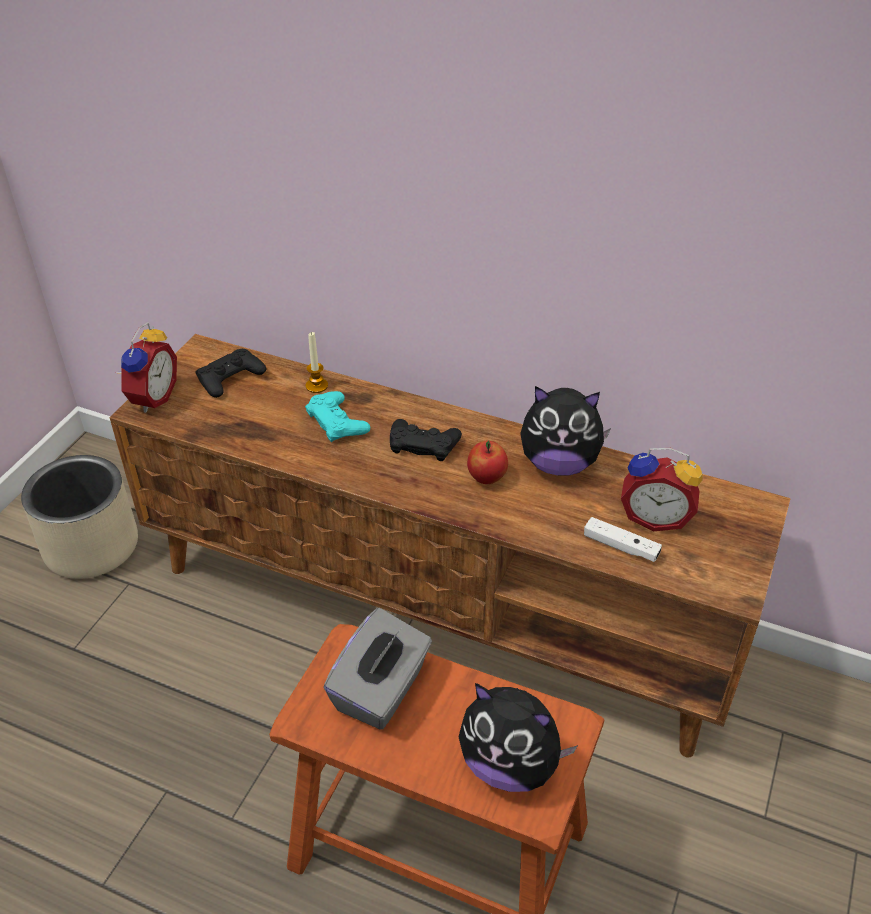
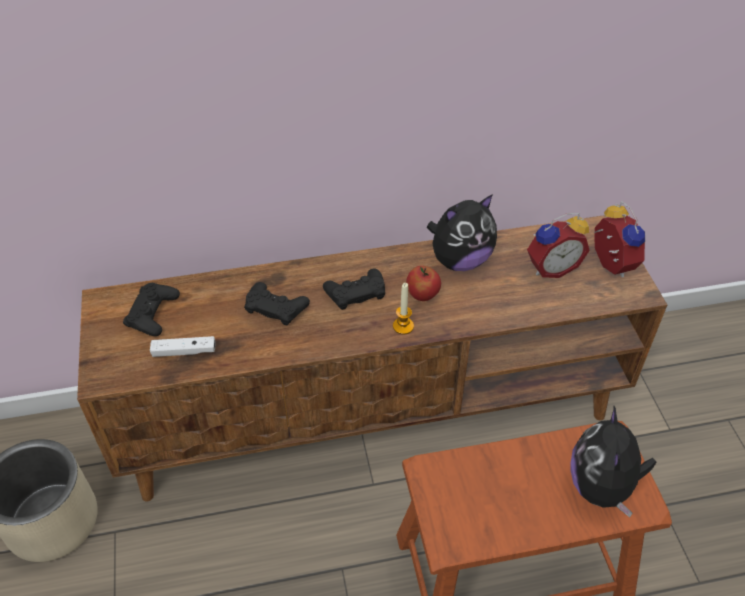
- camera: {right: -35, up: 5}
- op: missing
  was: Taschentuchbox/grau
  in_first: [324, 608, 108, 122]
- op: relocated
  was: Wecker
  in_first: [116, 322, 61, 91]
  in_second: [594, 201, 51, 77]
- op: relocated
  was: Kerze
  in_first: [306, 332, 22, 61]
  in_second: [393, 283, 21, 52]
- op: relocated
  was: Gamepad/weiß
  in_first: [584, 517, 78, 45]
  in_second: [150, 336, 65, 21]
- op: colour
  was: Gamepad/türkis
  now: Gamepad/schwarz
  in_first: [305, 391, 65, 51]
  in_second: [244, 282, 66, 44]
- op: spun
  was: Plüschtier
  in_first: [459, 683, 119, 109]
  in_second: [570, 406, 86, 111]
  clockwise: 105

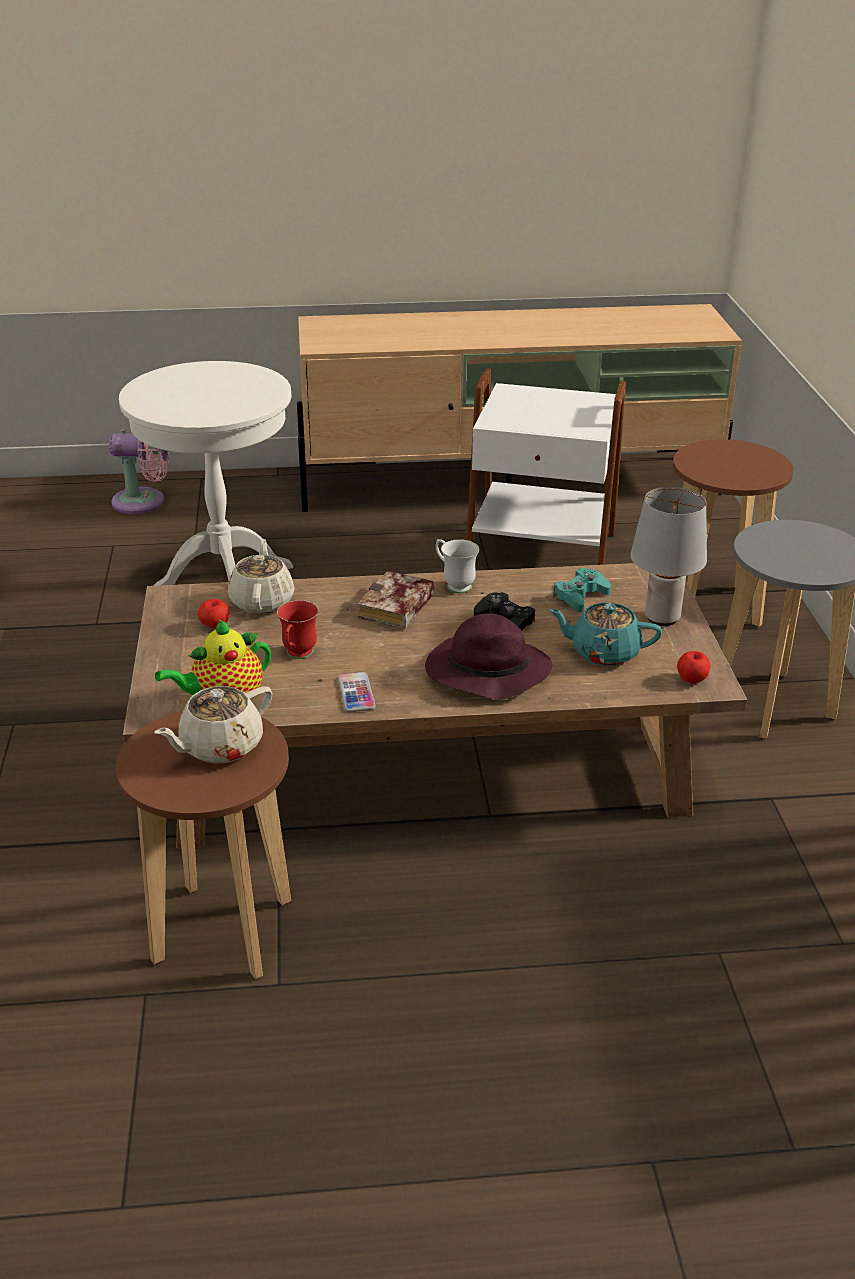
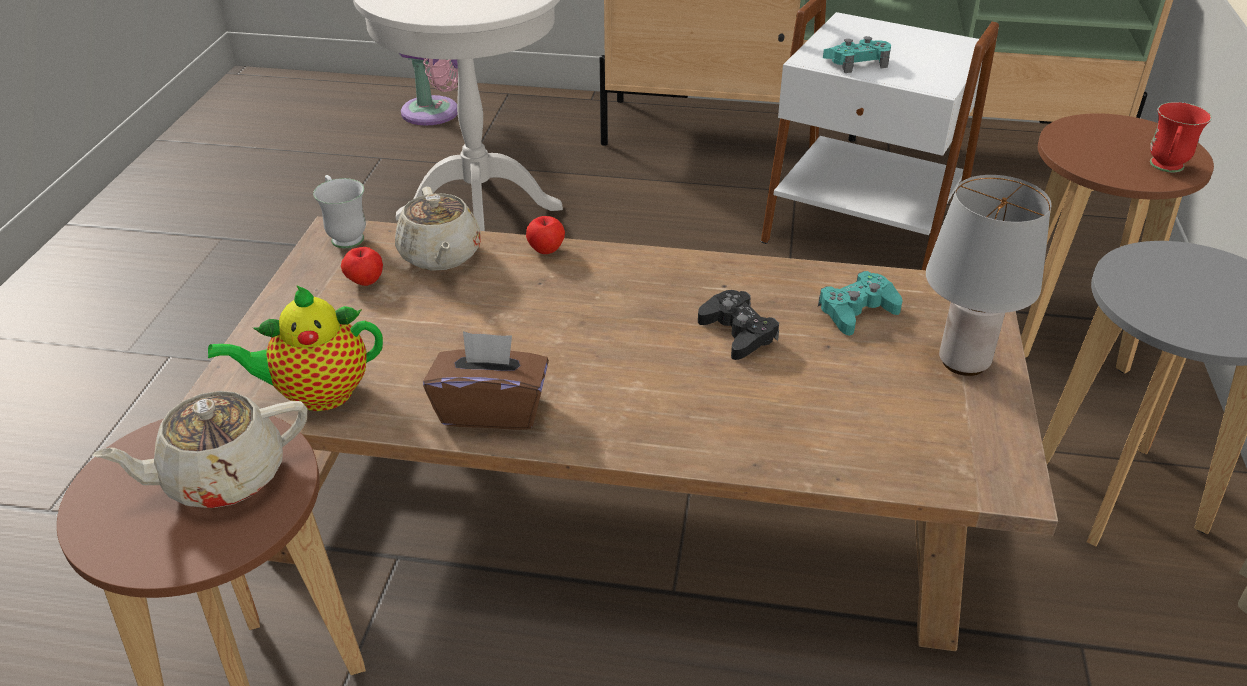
- camera: {right: 15, up: 5}
- op: missing
  was: Buch
  in_first: [357, 571, 78, 58]
- op: missing
  was: Hut/lila
  in_first: [425, 613, 127, 87]
- op: missing
  was: Teekanne/türkis
  in_first: [548, 603, 114, 63]
- op: appeared
  now: Gamepad/türkis
  in_second: [823, 36, 68, 37]
- op: relocated
  was: Henkelbecher/rot
  in_first: [277, 600, 42, 59]
  in_second: [1150, 102, 62, 70]
- op: relocated
  was: Henkelbecher/weiß
  in_first: [436, 539, 43, 54]
  in_second: [313, 175, 53, 73]
- op: relocated
  was: Apfel
  in_first: [677, 651, 34, 33]
  in_second: [526, 216, 39, 38]
- op: exchanged
  was: Handy
  now: Taschentuchbox/braun
  in_first: [338, 672, 38, 40]
  in_second: [423, 331, 126, 99]
- op: spun
  was: Teekanne/beige
  in_first: [228, 539, 67, 75]
  in_second: [395, 187, 86, 84]
  clockwise: 150

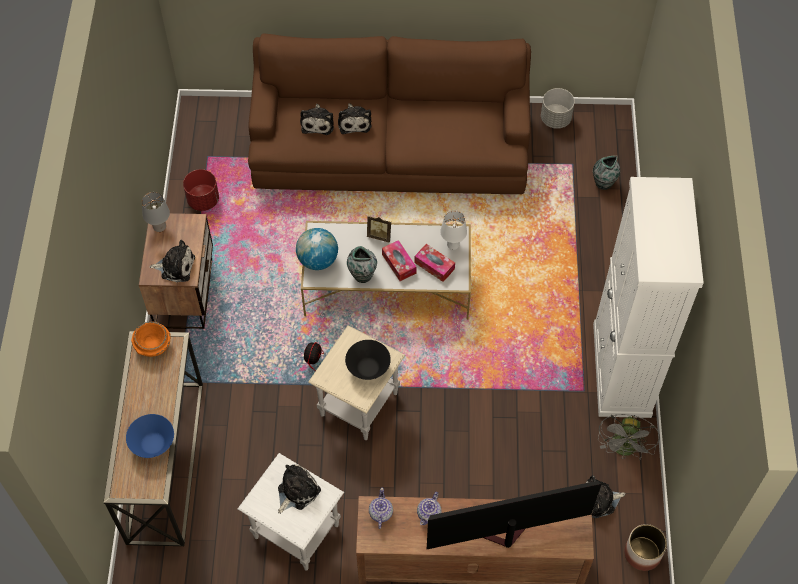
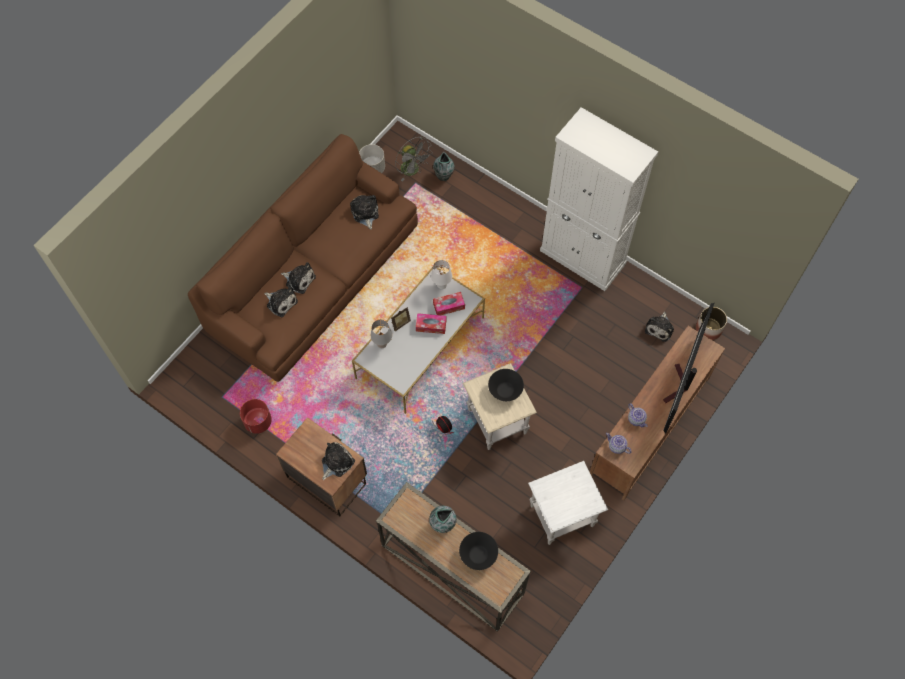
- camera: {right: -55, up: 5}
- op: missing
  was: Schüssel/orange
  in_first: [131, 322, 40, 35]
- op: missing
  was: Globus
  in_first: [296, 228, 42, 42]
- op: relocated
  was: Tischlampe/grau
  in_first: [142, 192, 28, 40]
  in_second: [371, 320, 21, 28]
- op: relocated
  was: Plüschtier
  in_first: [278, 464, 43, 50]
  in_second: [350, 195, 29, 34]
- op: relocated
  was: Vase
  in_first: [347, 246, 30, 37]
  in_second: [429, 506, 28, 27]
- op: relocated
  was: Ventilator/grau
  in_first: [598, 414, 62, 46]
  in_second: [395, 136, 37, 46]
- op: colour
  was: Schüssel/blau
  now: Schüssel/schwarz
  in_first: [126, 414, 48, 44]
  in_second: [459, 532, 39, 38]

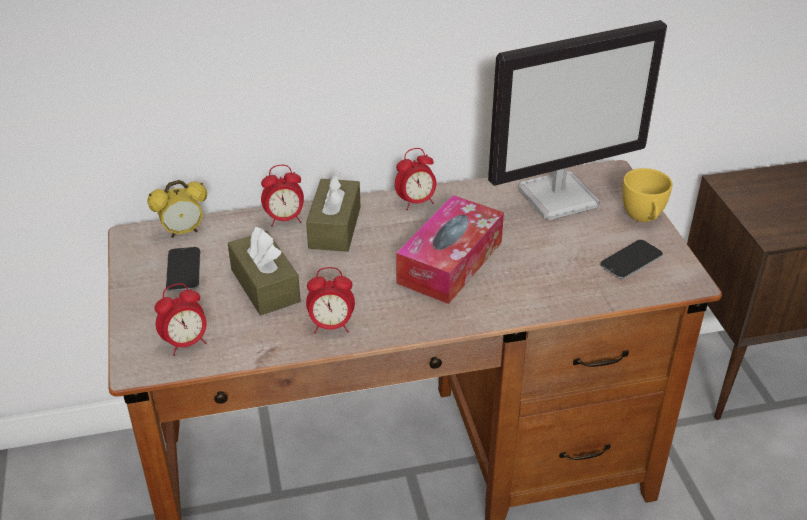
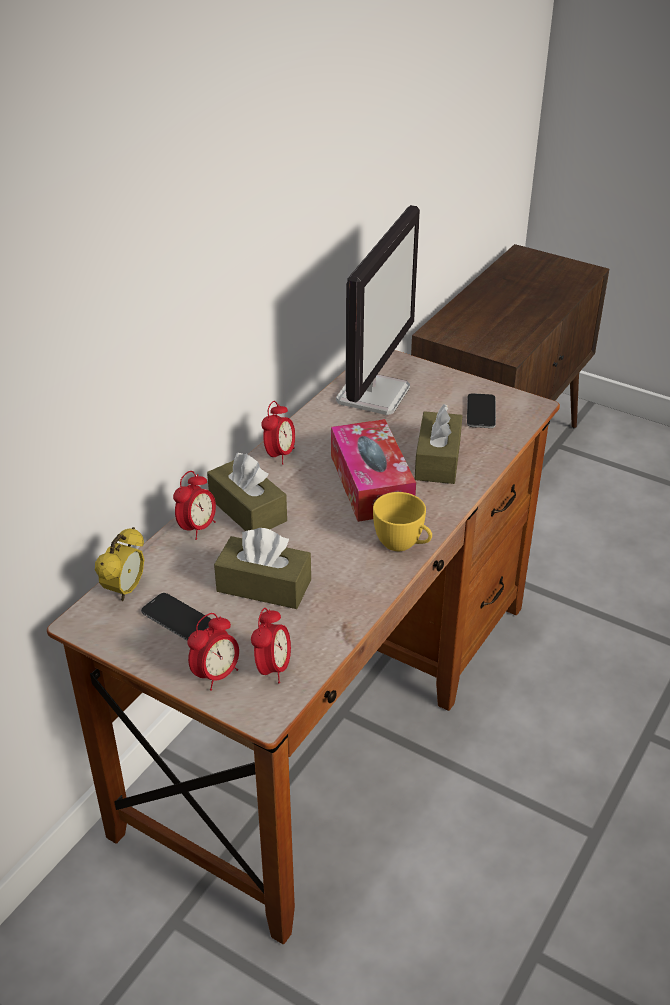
- camera: {right: -45, up: 0}
- op: appeared
  now: Taschentuchbox/braun
  in_second: [415, 404, 47, 80]
- op: relocated
  was: Wecker
  in_first: [306, 267, 49, 67]
  in_second: [187, 613, 52, 78]
- op: relocated
  was: Tasse/gelb
  in_first: [622, 168, 51, 54]
  in_second: [373, 492, 59, 59]

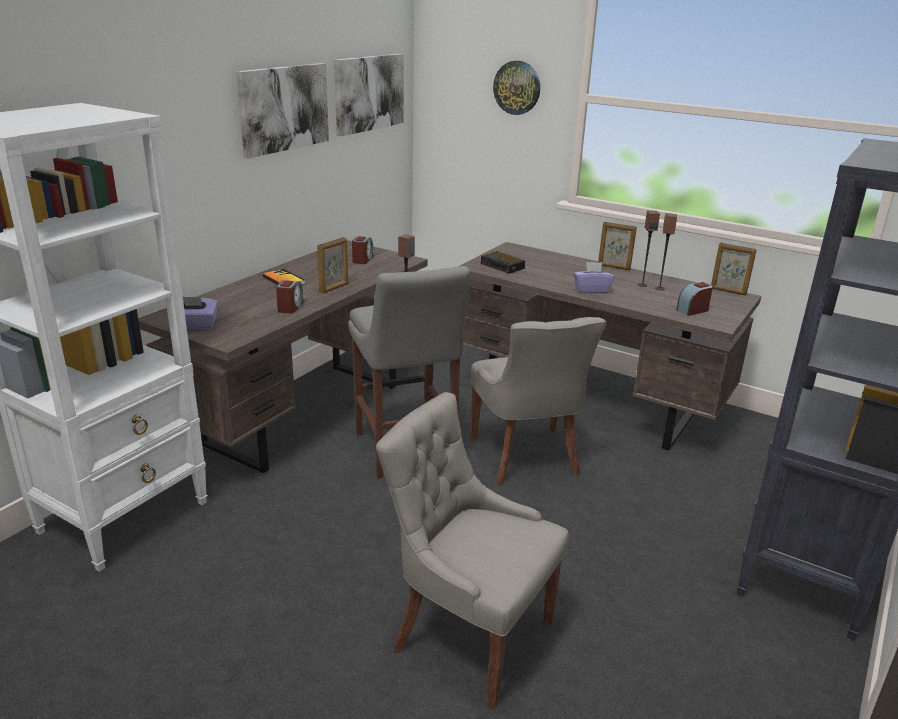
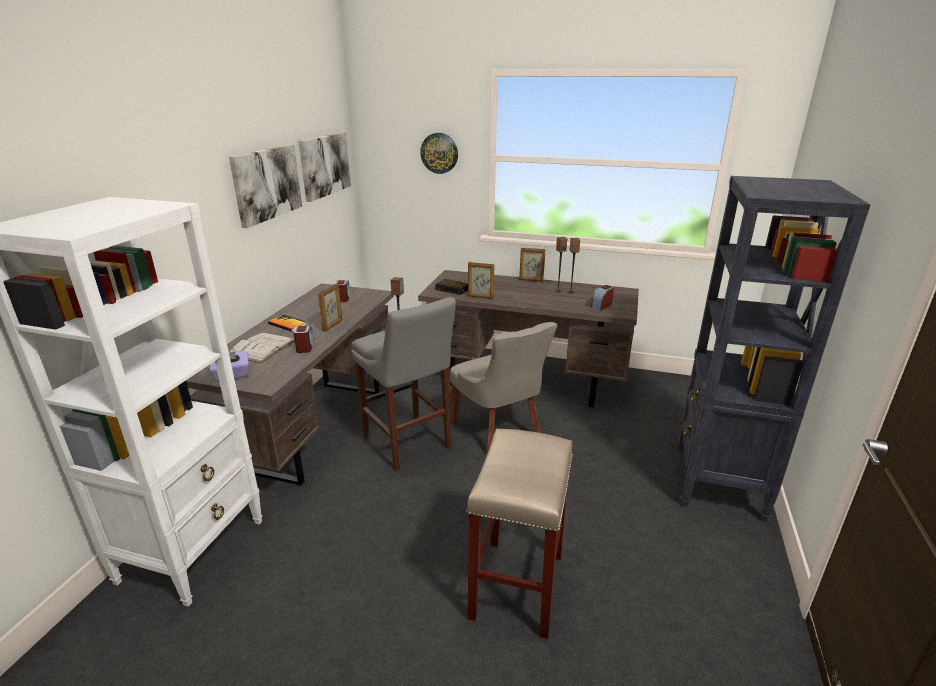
- camera: {right: -15, up: 0}
- op: missing
  was: Taschentuchbox/lila
  in_first: [574, 262, 40, 32]
- op: appeared
  now: Buch/weiß
  in_second: [229, 332, 66, 31]
- op: relocated
  was: Bilderrahmen
  in_first: [711, 243, 46, 53]
  in_second: [468, 262, 26, 37]
- op: exchanged
  was: Stuhl/grau
  now: Hocker/beige
  in_first: [376, 392, 193, 317]
  in_second: [466, 428, 107, 211]

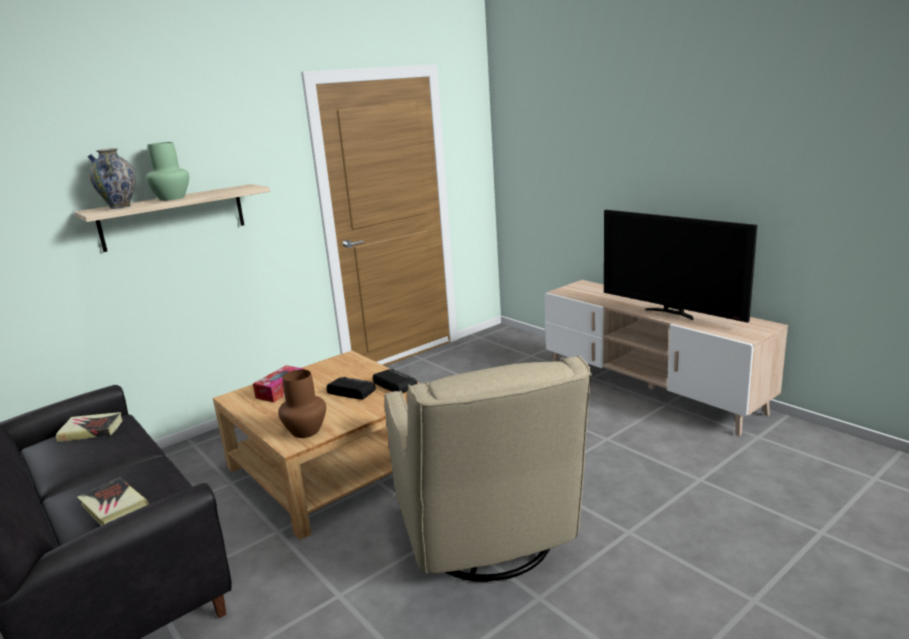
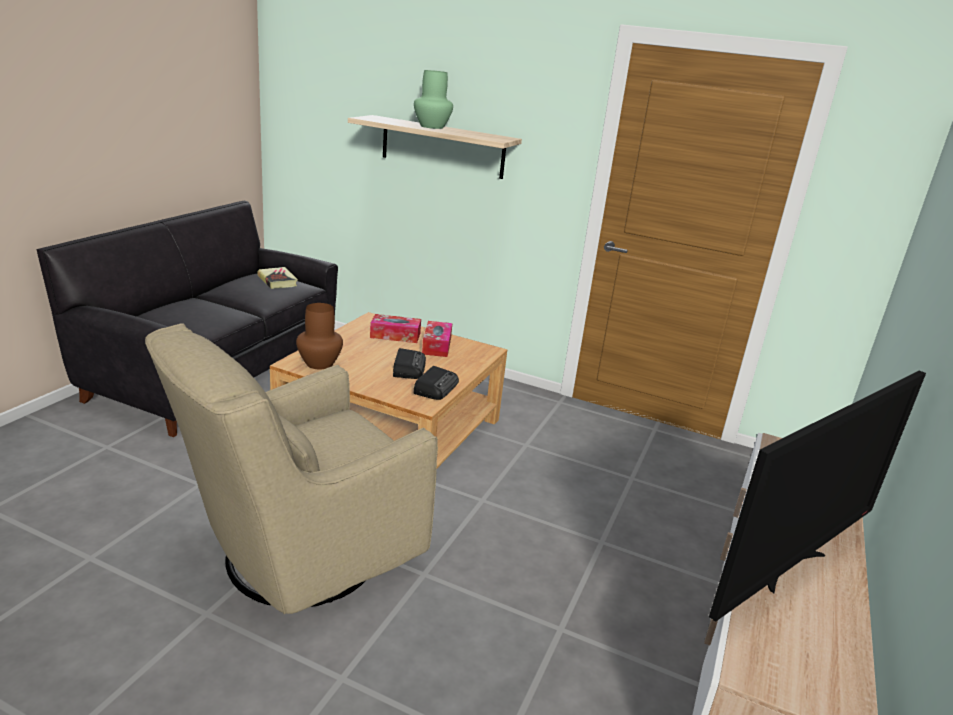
- camera: {right: 60, up: 5}
- op: missing
  was: Buch
  in_first: [77, 477, 72, 49]
- op: missing
  was: Vase
  in_first: [88, 148, 47, 61]
- op: appeared
  now: Taschentuchbox
  in_second: [422, 321, 30, 36]
- op: spun
  was: Fernseher
  in_first: [604, 210, 153, 113]
  in_second: [709, 371, 217, 251]
  clockwise: -150

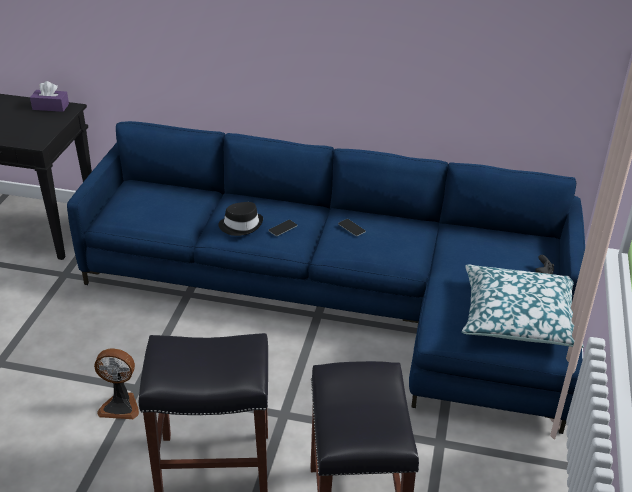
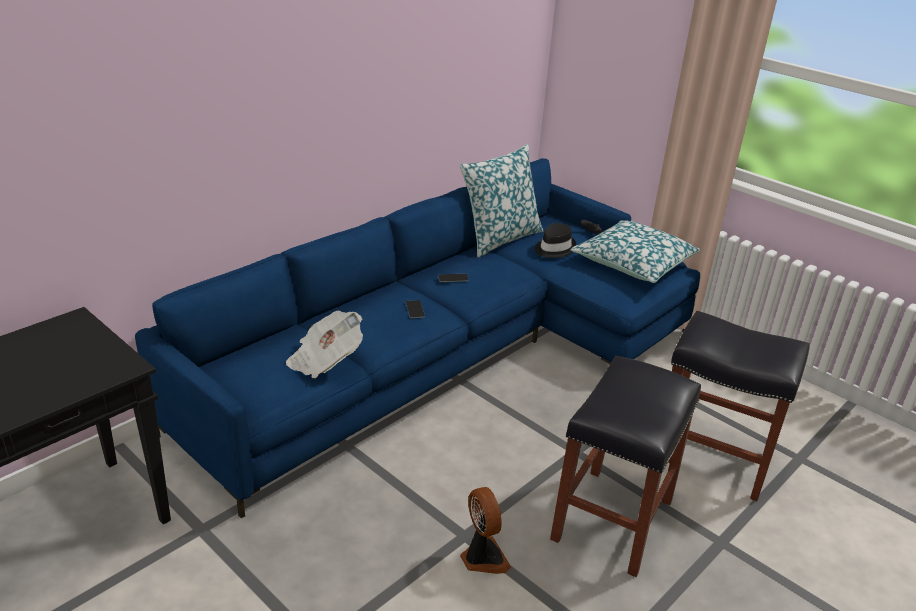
- camera: {right: -60, up: -5}
- op: missing
  was: Taschentuchbox/lila
  in_first: [30, 81, 39, 31]
- op: appeared
  now: Zeitung
  in_second: [286, 311, 77, 67]
- op: appeared
  now: Kissen
  in_second: [460, 144, 83, 114]
- op: relocated
  was: Hut/schwarz
  in_first: [218, 202, 45, 34]
  in_second: [535, 223, 41, 35]
- op: spun
  was: Ventilator
  in_first: [94, 348, 45, 71]
  in_second: [460, 487, 51, 87]
  clockwise: -60

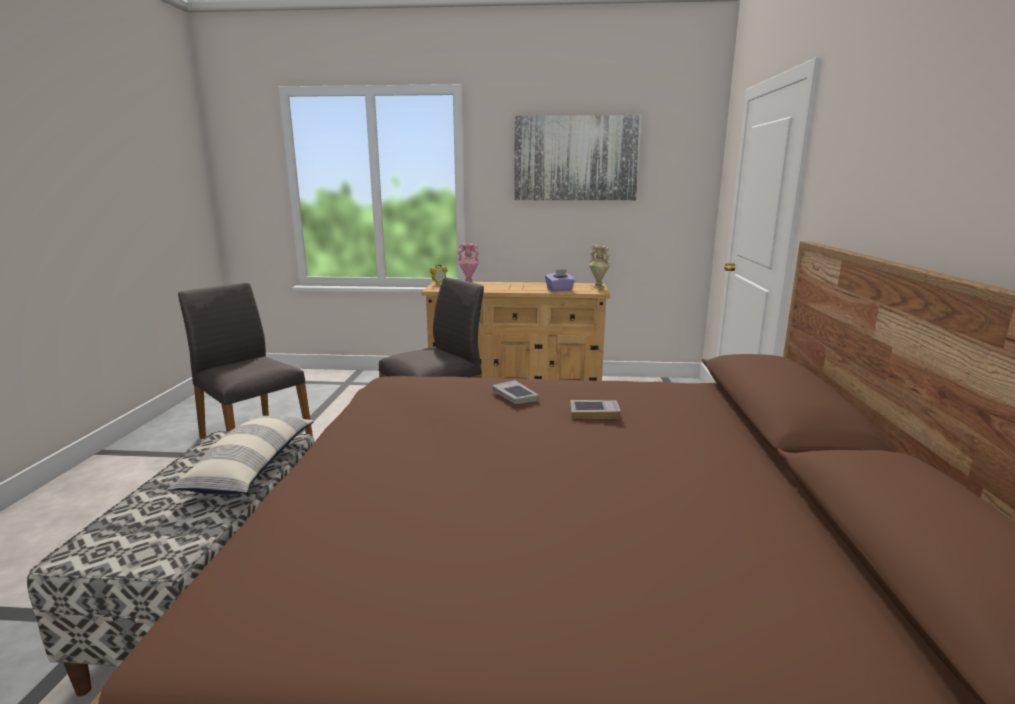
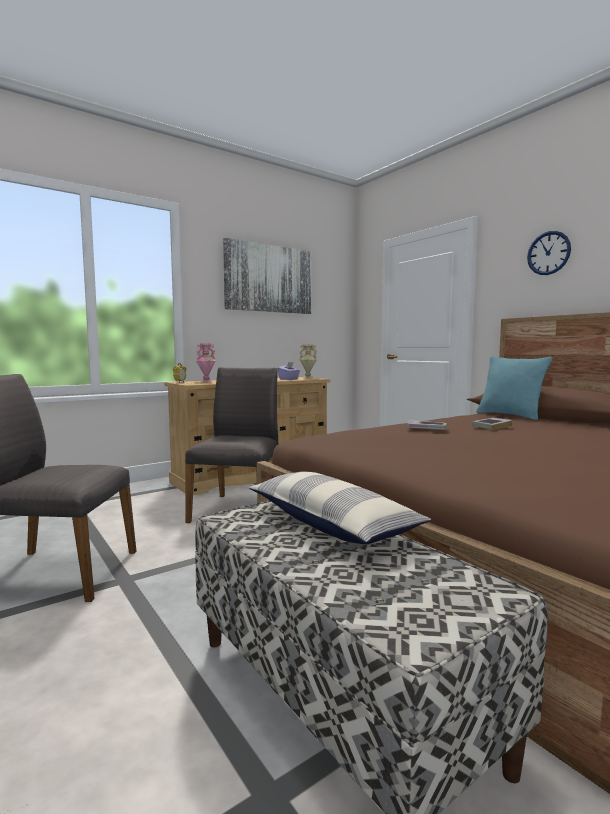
- camera: {right: -40, up: -10}
- op: appeared
  now: Kissen/türkis
  in_second: [476, 356, 76, 64]
- op: appeared
  now: Wanduhr
  in_second: [527, 231, 44, 44]

